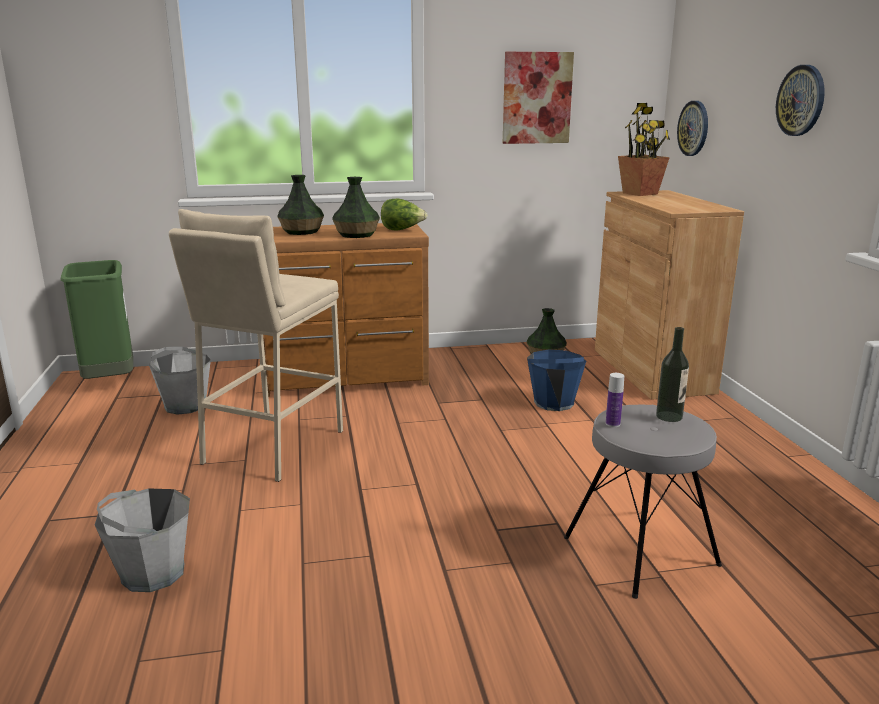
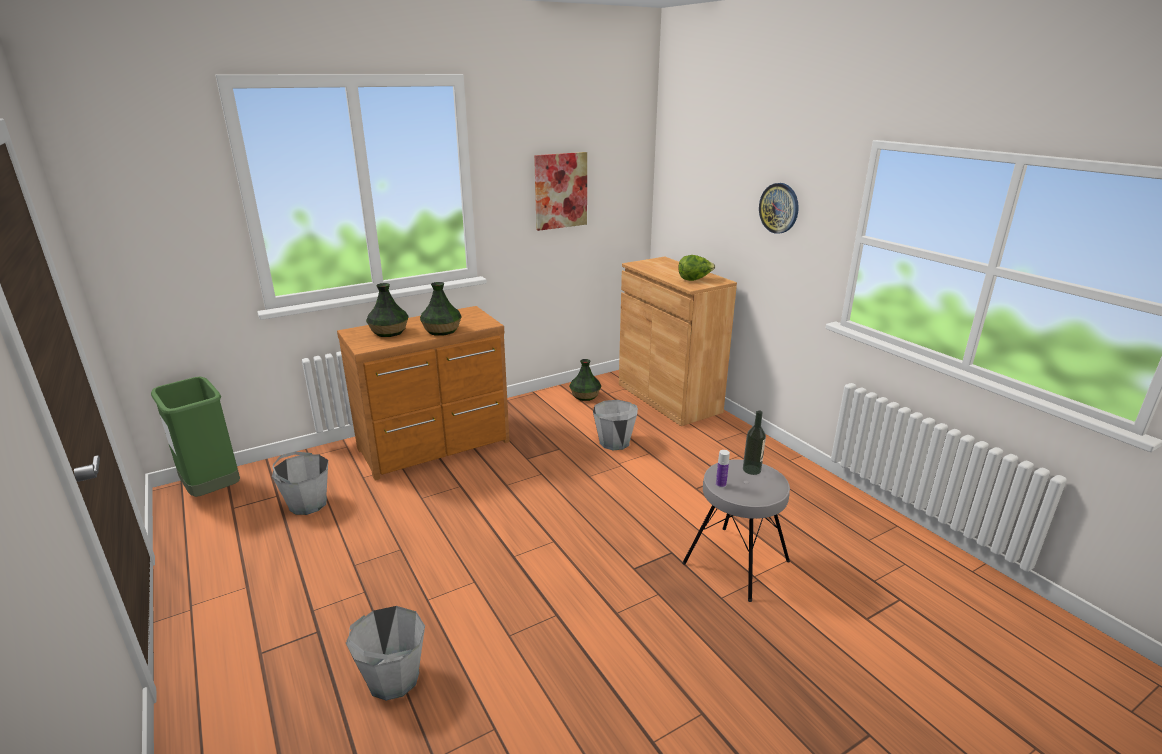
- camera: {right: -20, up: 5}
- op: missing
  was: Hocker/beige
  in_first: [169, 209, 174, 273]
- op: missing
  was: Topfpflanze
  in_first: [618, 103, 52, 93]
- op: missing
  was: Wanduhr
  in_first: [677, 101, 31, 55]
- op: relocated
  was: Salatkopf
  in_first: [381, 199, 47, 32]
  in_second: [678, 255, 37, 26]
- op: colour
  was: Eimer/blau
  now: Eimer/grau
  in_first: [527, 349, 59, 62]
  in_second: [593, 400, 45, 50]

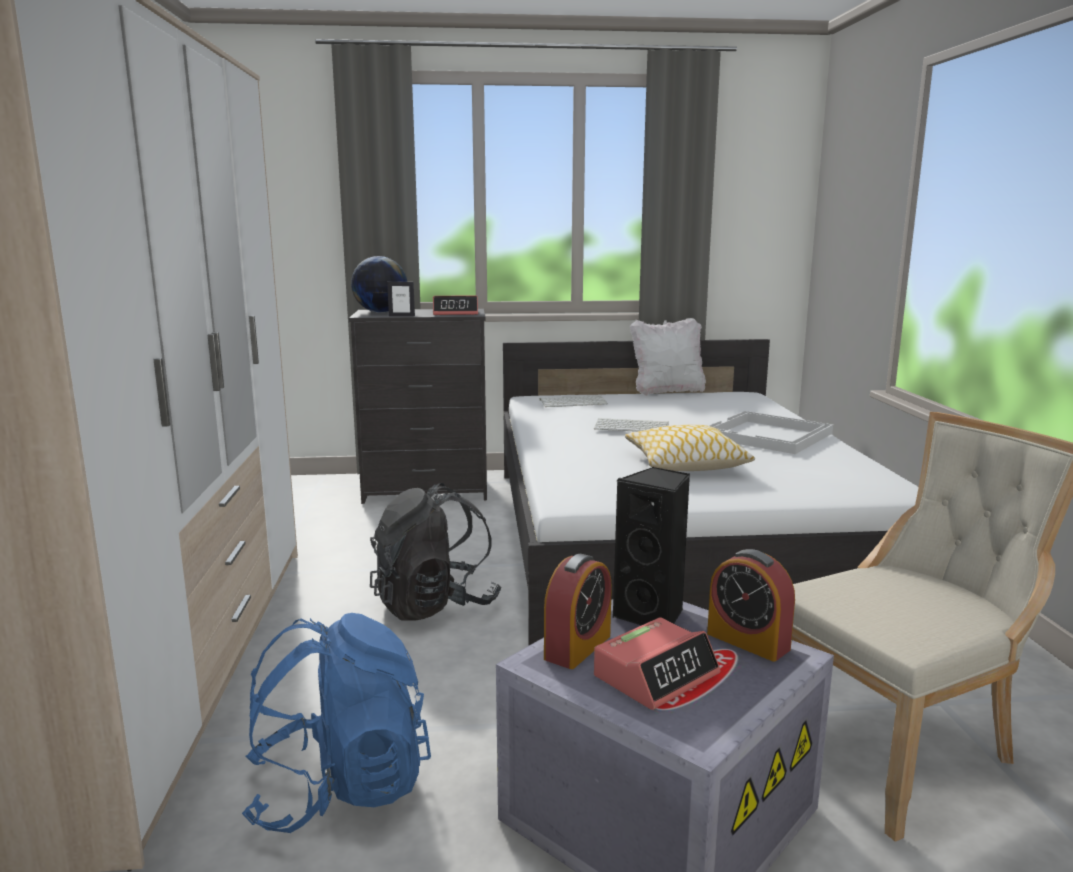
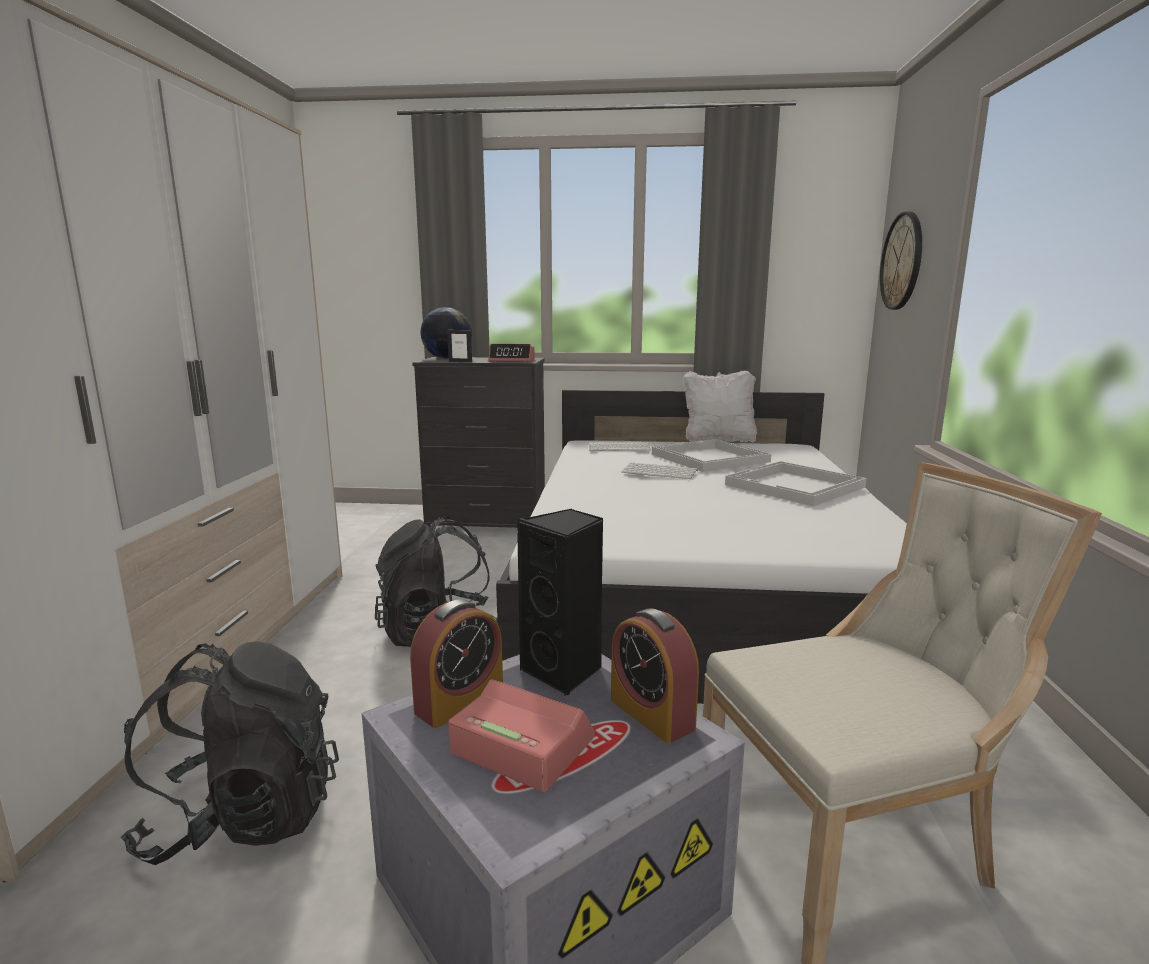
- camera: {right: 10, up: 0}
- op: missing
  was: Kissen
  in_first: [625, 425, 130, 46]
- op: appeared
  now: Tablett/weiß
  in_second: [652, 439, 119, 33]
- op: appeared
  now: Wanduhr
  in_second: [880, 212, 42, 98]
- op: colour
  was: Rucksack/blau
  now: Rucksack/schwarz
  in_first: [242, 613, 189, 220]
  in_second: [121, 641, 218, 224]
- op: spun
  was: Wecker
  in_first: [594, 617, 126, 93]
  in_second: [448, 679, 147, 113]
  clockwise: -120

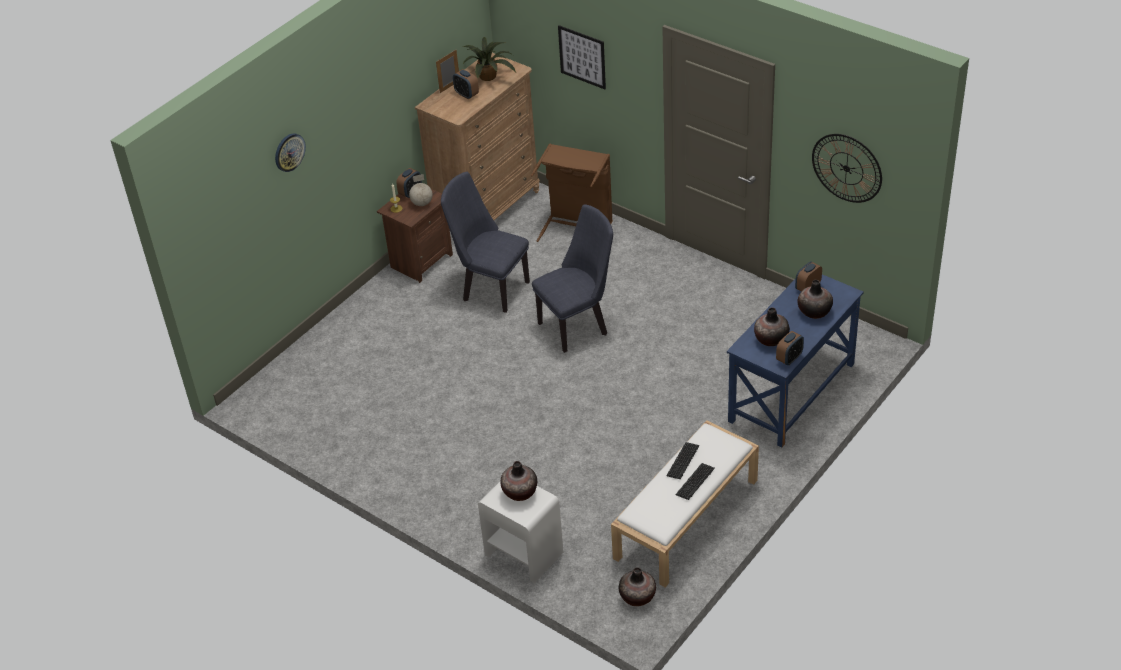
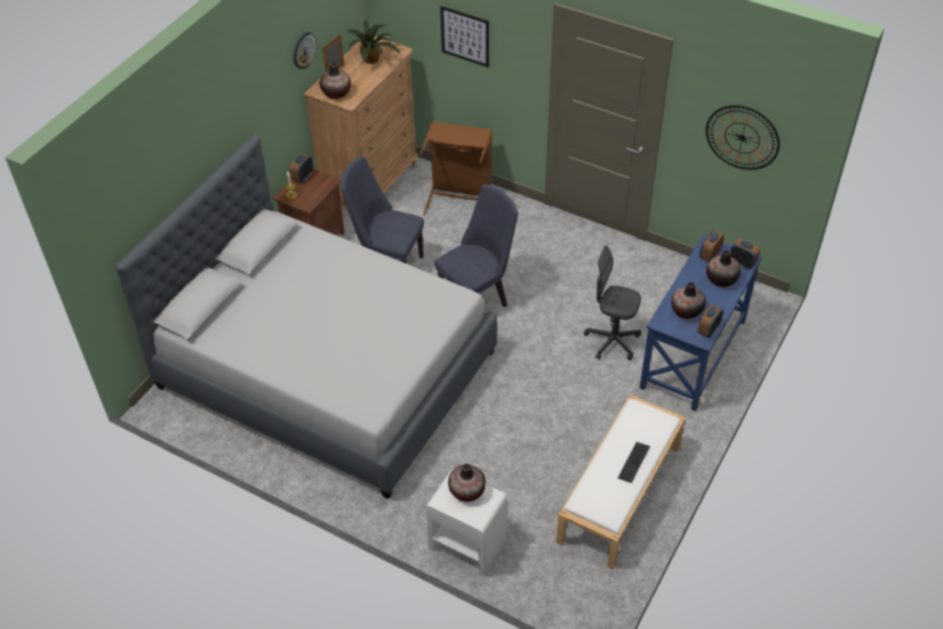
- camera: {right: -10, up: 5}
- op: missing
  was: Globus
  in_first: [409, 174, 24, 32]
- op: missing
  was: Tastatur
  in_first: [666, 442, 33, 37]
- op: appeared
  now: Bett/grau
  in_second: [115, 134, 382, 365]
- op: appeared
  now: Bürostuhl/grau
  in_second: [584, 245, 57, 115]
- op: relocated
  was: Wanduhr
  in_first: [275, 133, 31, 39]
  in_second: [293, 32, 24, 37]
- op: relocated
  was: Wecker
  in_first: [453, 69, 26, 30]
  in_second: [730, 239, 30, 31]
- op: relocated
  was: Vase
  in_first: [619, 567, 37, 39]
  in_second: [320, 62, 31, 37]

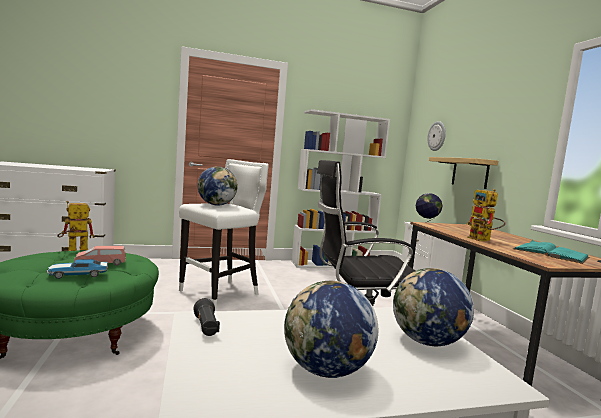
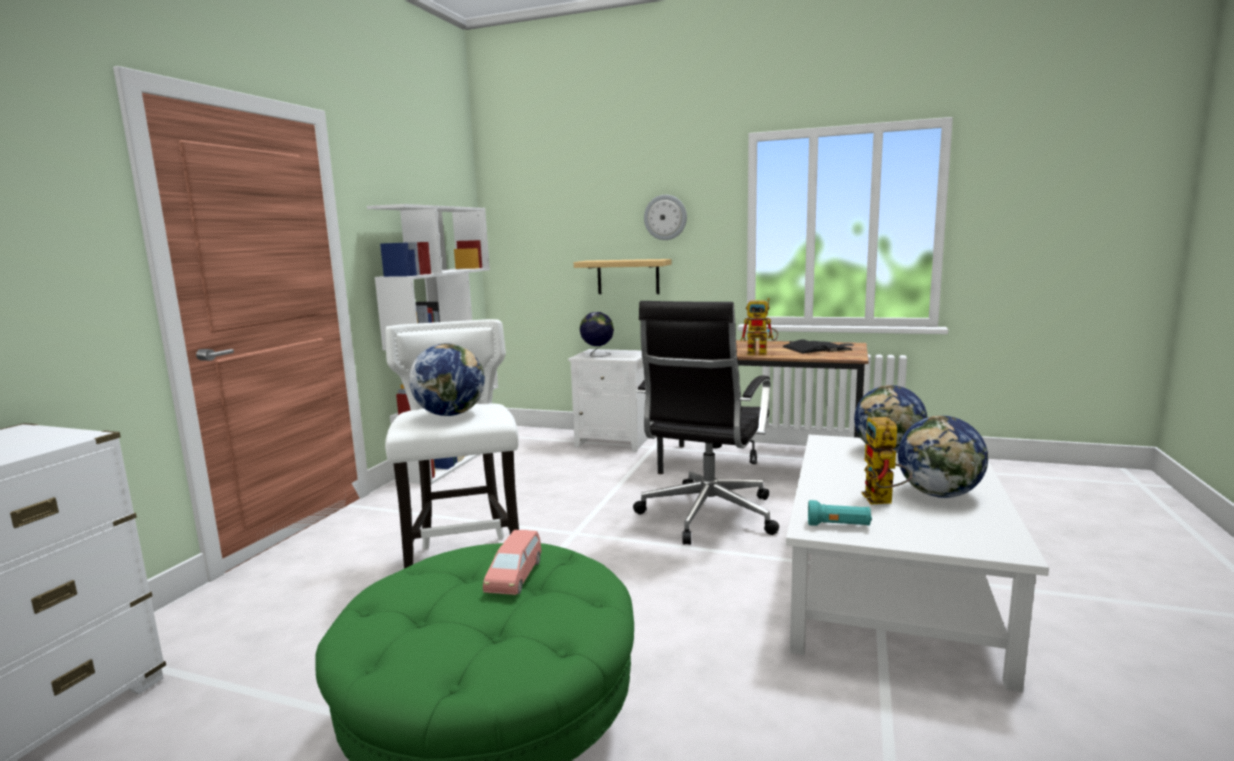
- camera: {right: -55, up: 5}
- op: missing
  was: Spielzeugauto
  in_first: [46, 259, 62, 20]
- op: relocated
  was: Spielzeugroboter
  in_first: [57, 201, 37, 50]
  in_second: [862, 417, 50, 87]
- op: relocated
  was: Wanduhr
  in_first: [427, 121, 19, 30]
  in_second: [644, 195, 43, 45]
- op: colour
  was: Taschenlampe/schwarz
  now: Taschenlampe/türkis
  in_first: [193, 298, 27, 38]
  in_second: [808, 500, 64, 26]
- op: colour
  was: Buch/türkis
  now: Buch/schwarz
  in_first: [513, 240, 76, 24]
  in_second: [783, 339, 70, 15]

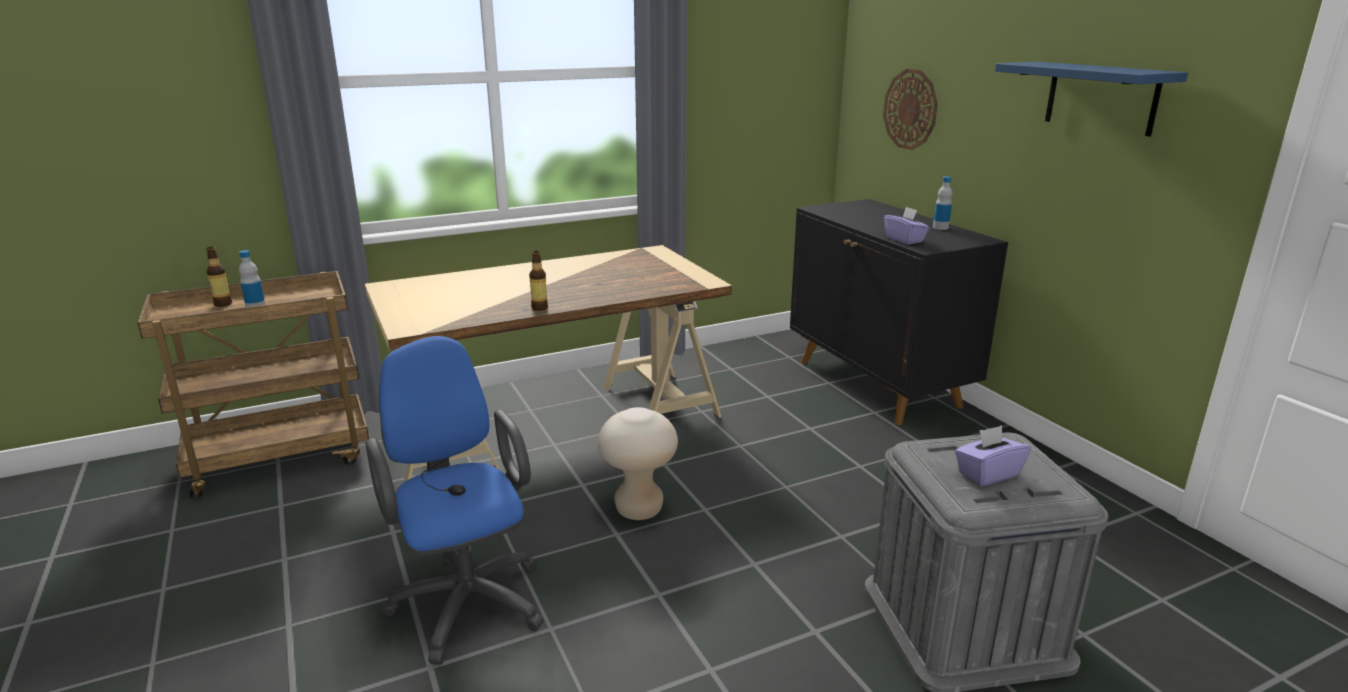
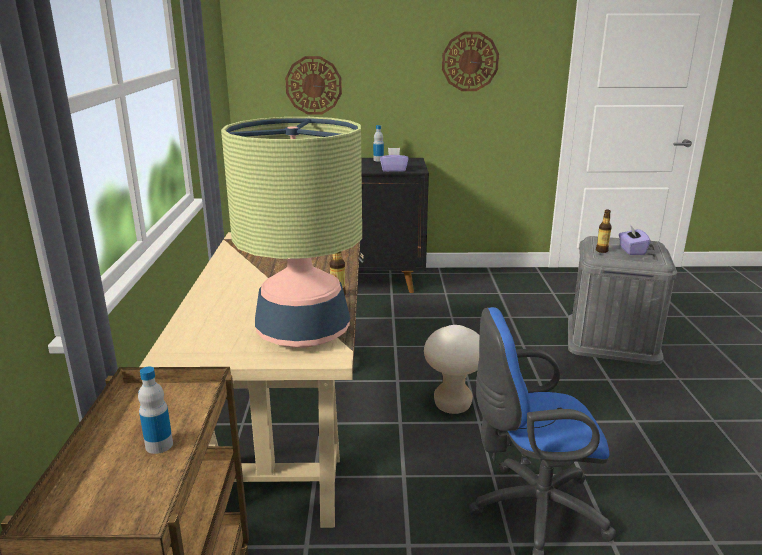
- camera: {right: -65, up: 0}
- op: appeared
  now: Tischlampe
  in_second: [221, 117, 141, 231]
- op: relocated
  was: Flasche
  in_first: [206, 247, 26, 60]
  in_second: [596, 209, 16, 44]
- op: exchanged
  was: Wandregal/blau
  now: Wanduhr
  in_first: [995, 62, 193, 74]
  in_second: [442, 32, 57, 59]

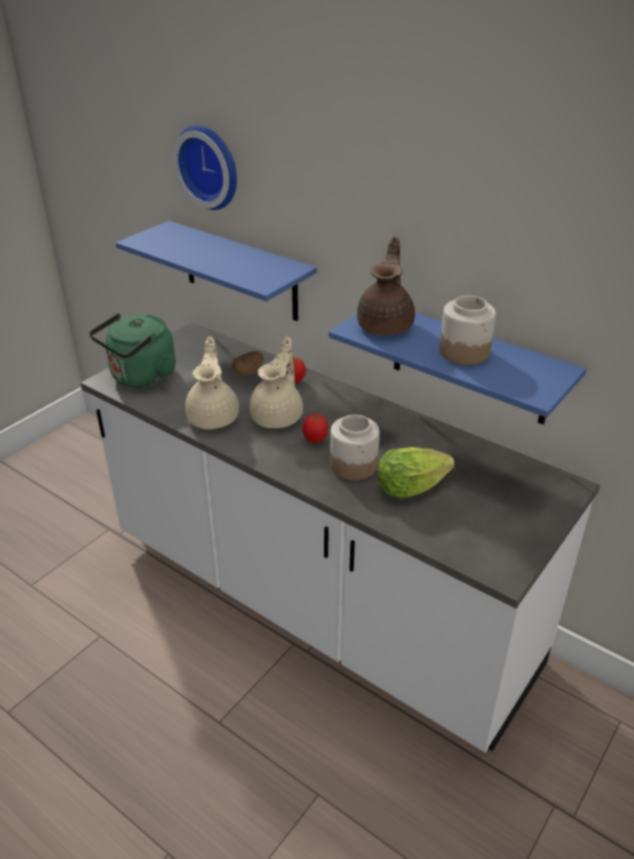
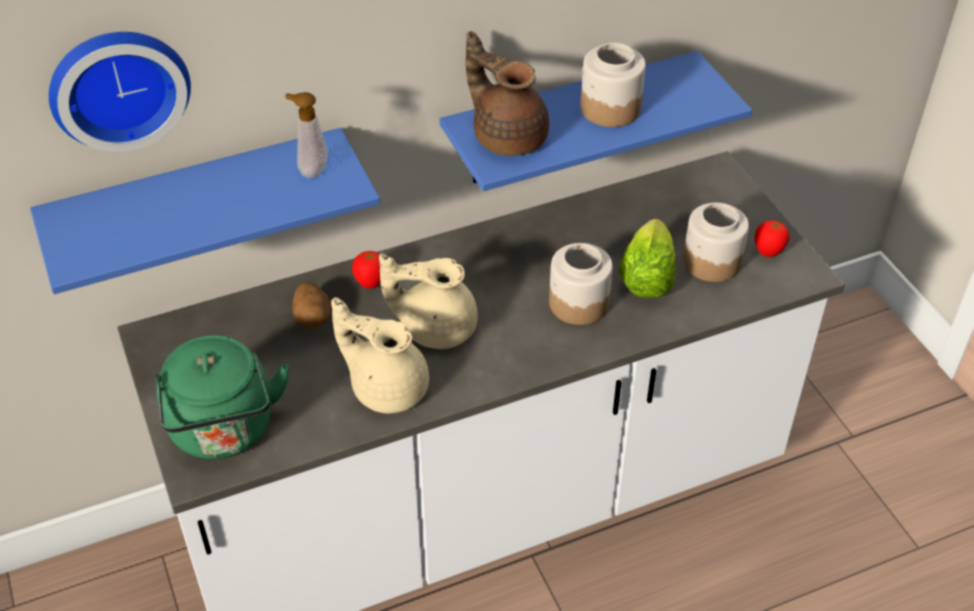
- camera: {right: -60, up: 10}
- op: appeared
  now: Seifenspender
  in_second: [285, 92, 43, 86]
- op: appeared
  now: Vorratsglas
  in_second: [683, 203, 66, 79]
- op: relocated
  was: Tomate
  in_first: [303, 414, 25, 29]
  in_second: [755, 220, 35, 37]
- op: spun
  was: Teekanne/beige
  in_first: [250, 337, 53, 91]
  in_second: [379, 254, 99, 95]
  clockwise: -45

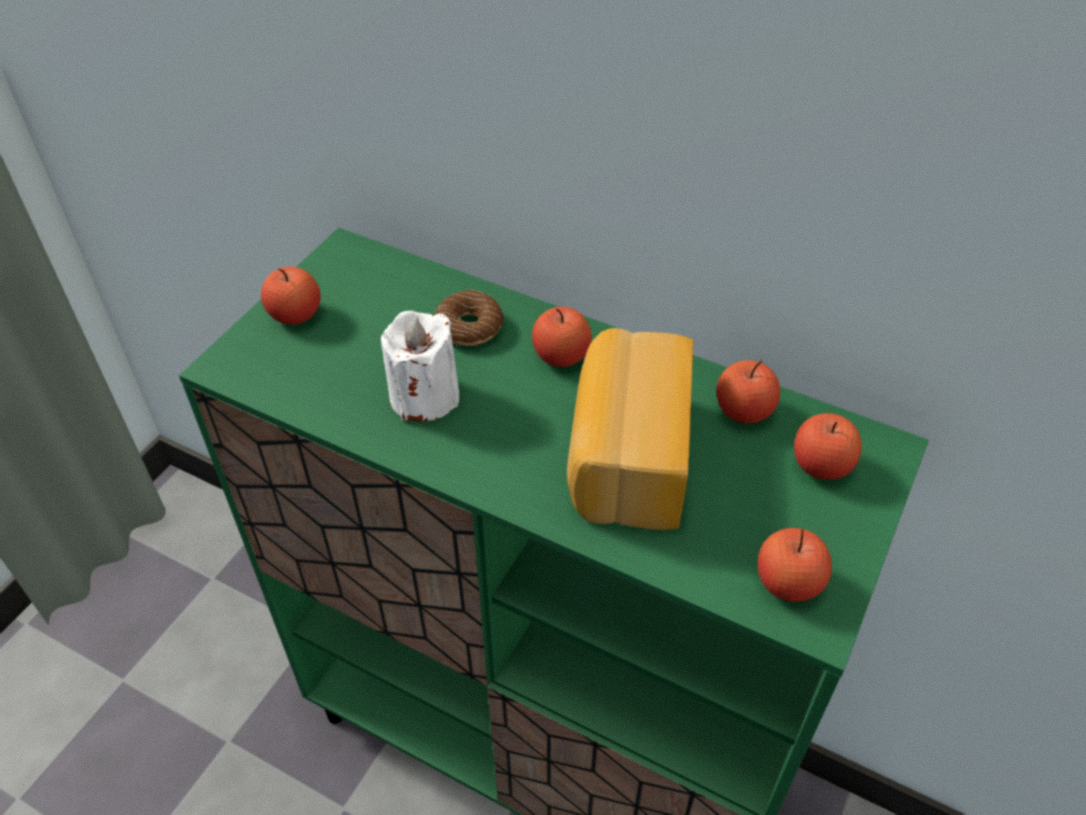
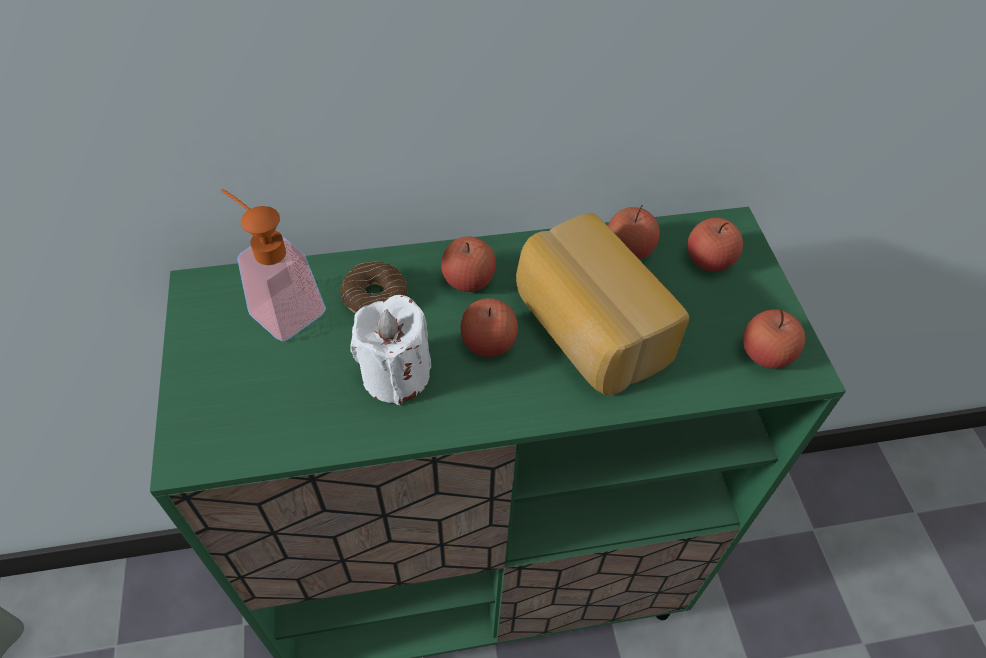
- camera: {right: -40, up: 5}
- op: appeared
  now: Seifenspender
  in_second: [221, 189, 105, 152]
- op: relocated
  was: Apfel
  in_first: [261, 267, 60, 58]
  in_second: [460, 298, 58, 59]

